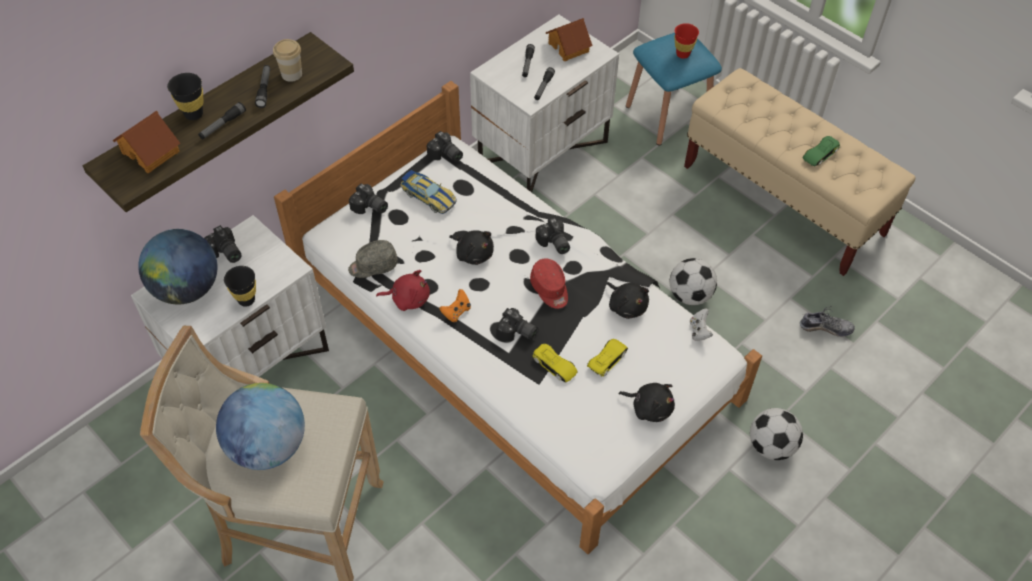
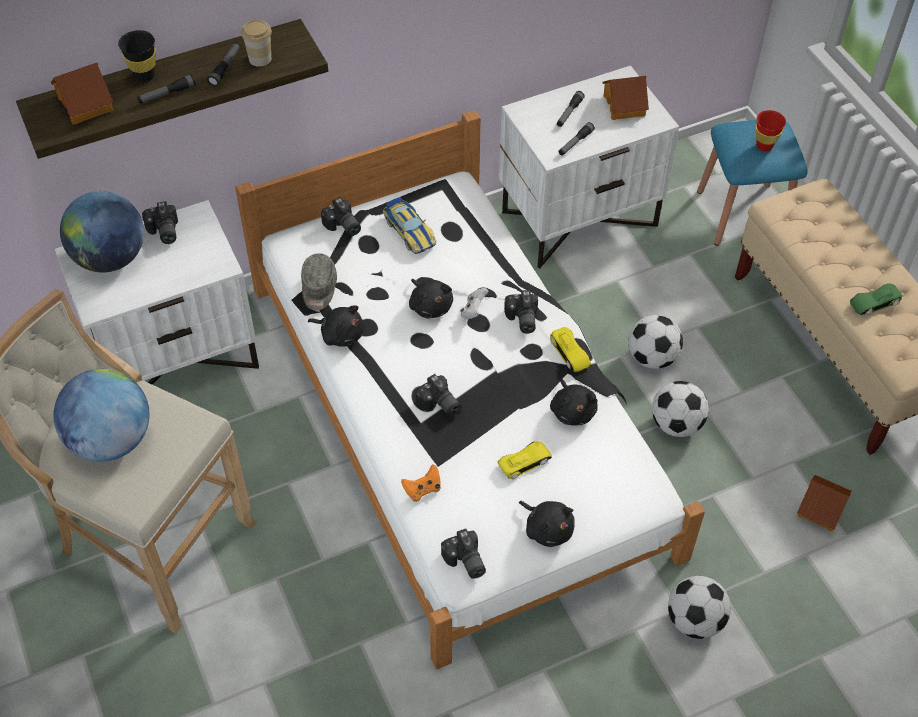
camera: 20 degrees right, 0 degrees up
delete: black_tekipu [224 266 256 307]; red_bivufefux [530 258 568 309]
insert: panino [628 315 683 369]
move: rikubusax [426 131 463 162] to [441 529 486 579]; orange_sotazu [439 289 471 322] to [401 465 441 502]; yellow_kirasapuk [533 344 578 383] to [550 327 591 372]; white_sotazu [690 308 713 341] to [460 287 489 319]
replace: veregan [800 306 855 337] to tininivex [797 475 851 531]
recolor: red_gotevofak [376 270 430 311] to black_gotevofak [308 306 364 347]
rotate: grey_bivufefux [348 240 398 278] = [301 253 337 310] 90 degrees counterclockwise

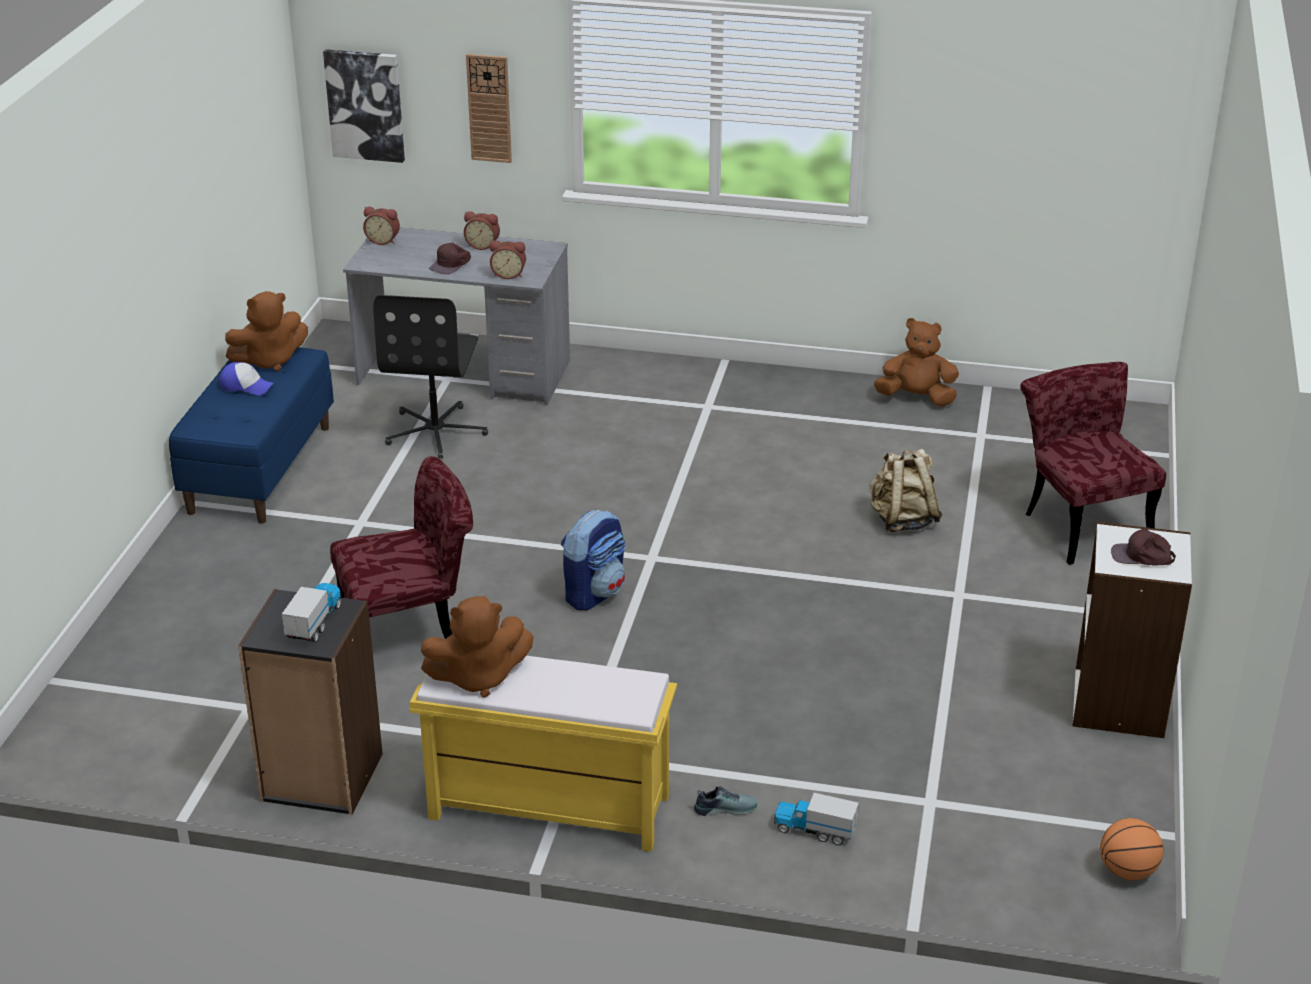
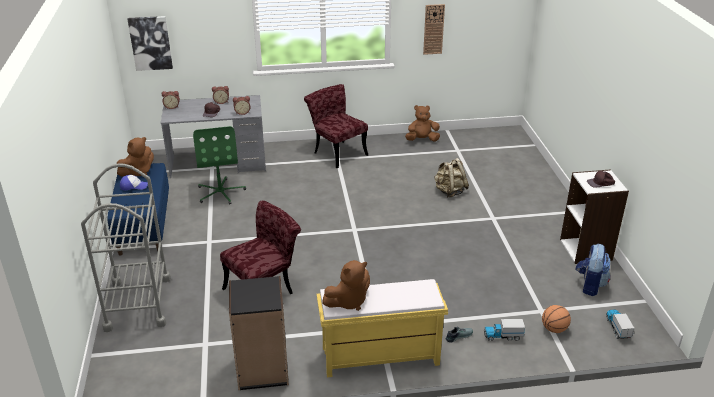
camera: 20 degrees left, 0 degrees up
insert: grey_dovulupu [81 163 171 332]
move: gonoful [282 583 341 642] to [606 310 635 339]; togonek [466 54 512 163] to [423 4 445 55]; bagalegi [561 510 626 610] to [575 244 610 296]; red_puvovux [1020 362 1166 565] to [304 84 368 168]; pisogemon [1100 818 1164 881] to [542 305 571 333]
recolor: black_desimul [373 295 488 459] to green_desimul [193 126 246 204]

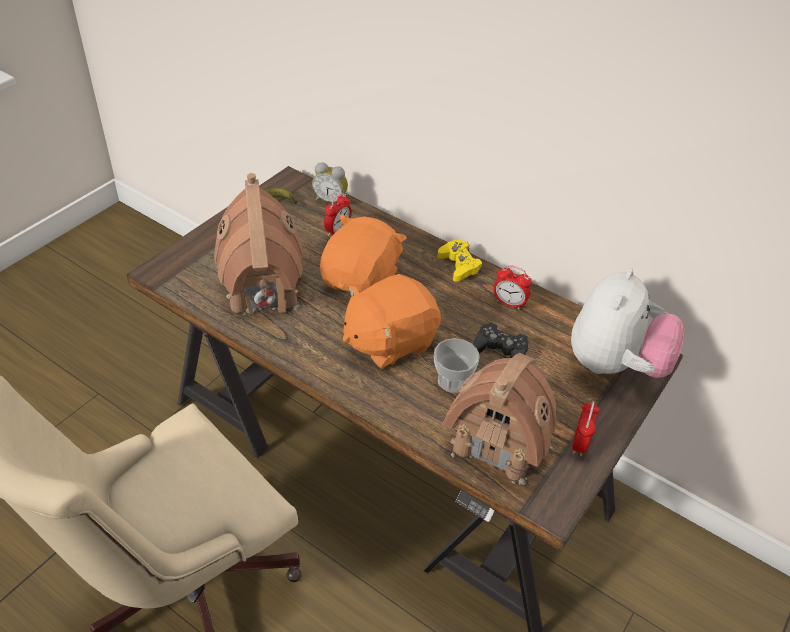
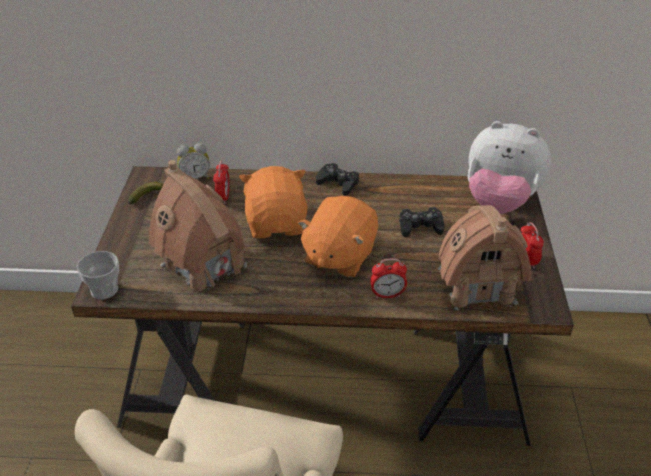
camera: 30 degrees left, 5 degrees down
move: tekipu [434 338 480 393] to [77 251 119 299]; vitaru [493 265 532 310] to [370 258 407 298]
recolor: yellow_sotazu [437 240 483 282] to black_sotazu [316 163 359 196]
rotate: gotevofak [571 268 684 378] = [468 121 551 214] 120 degrees clockwise

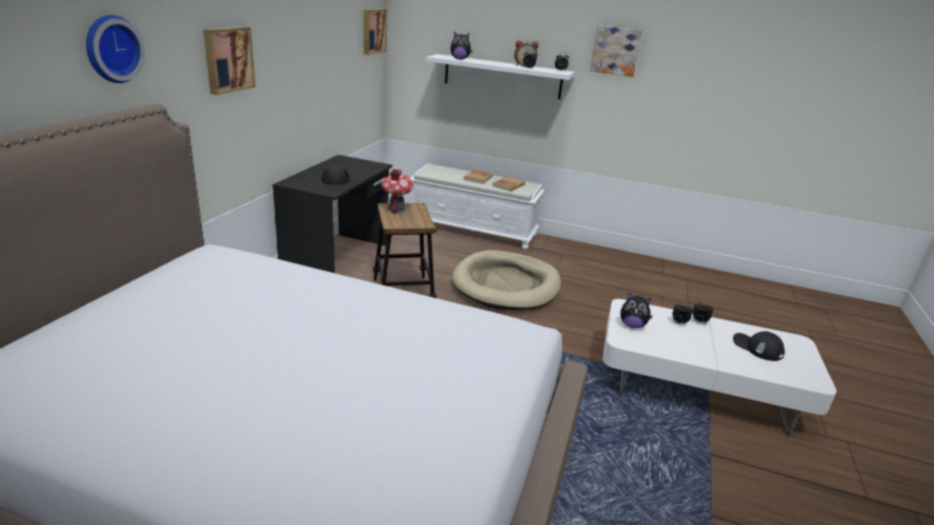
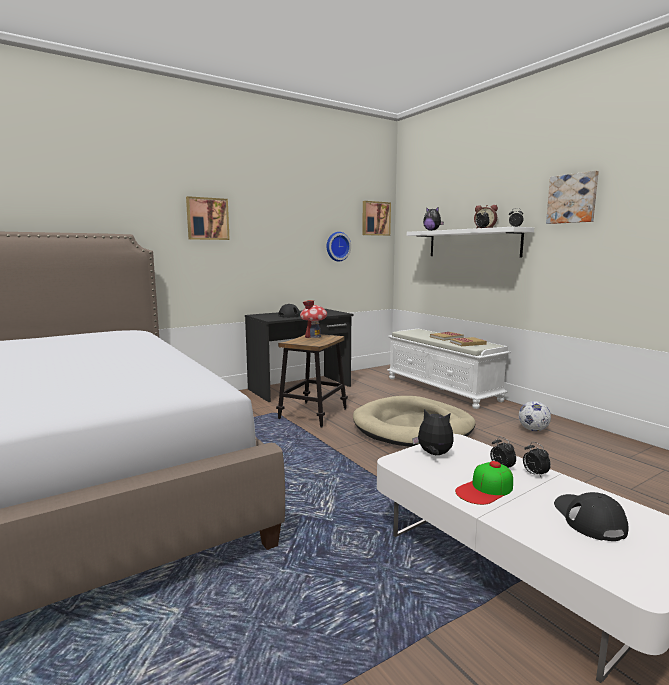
camera: 40 degrees right, 15 degrees down
insert: bivufefux [455 461 513 505]; panino [519 401 551 431]
move: togonek [86 15 145 83] to [327 232 351 261]
rotate: gotevofak [620 293 653 328] = [412 409 454 456] 150 degrees clockwise

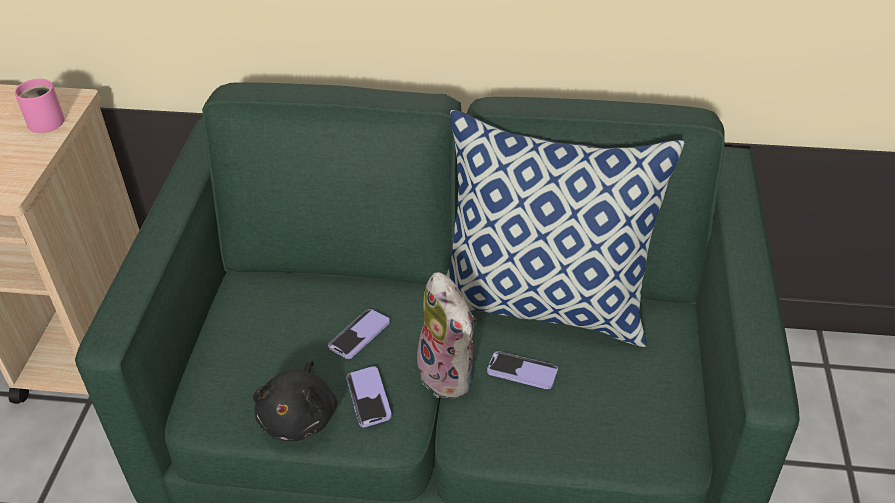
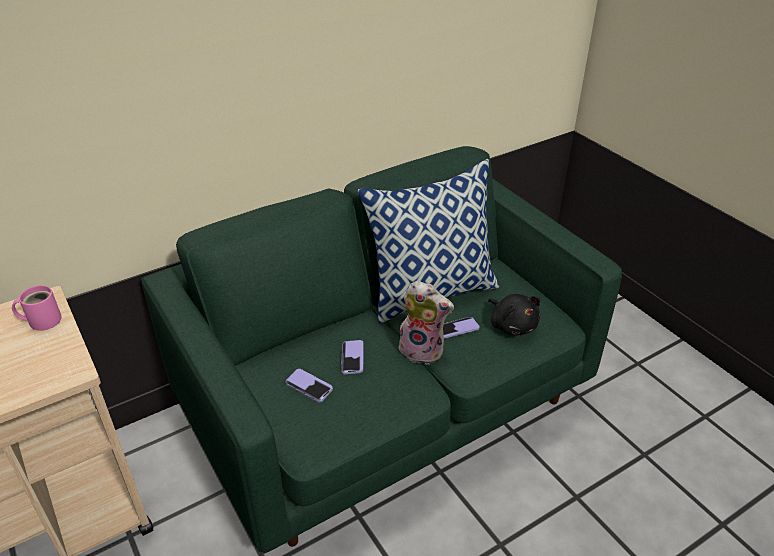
camera: 40 degrees left, 5 degrees down
move: black_gotevofak [253 361 337 441] to [488 294 540 336]; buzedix [346 366 392 427] to [286 369 333 403]

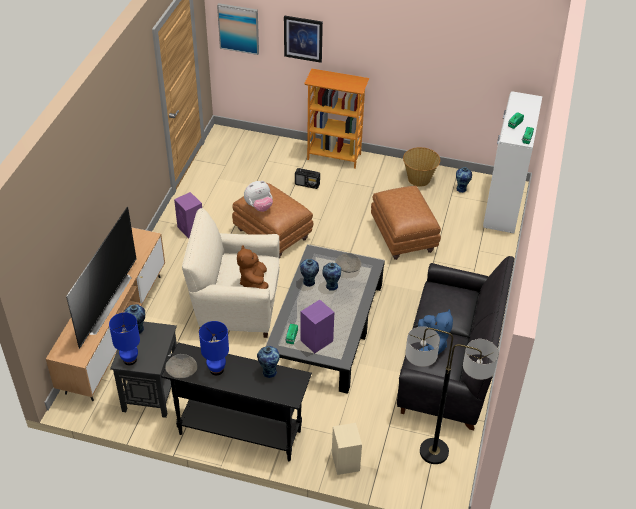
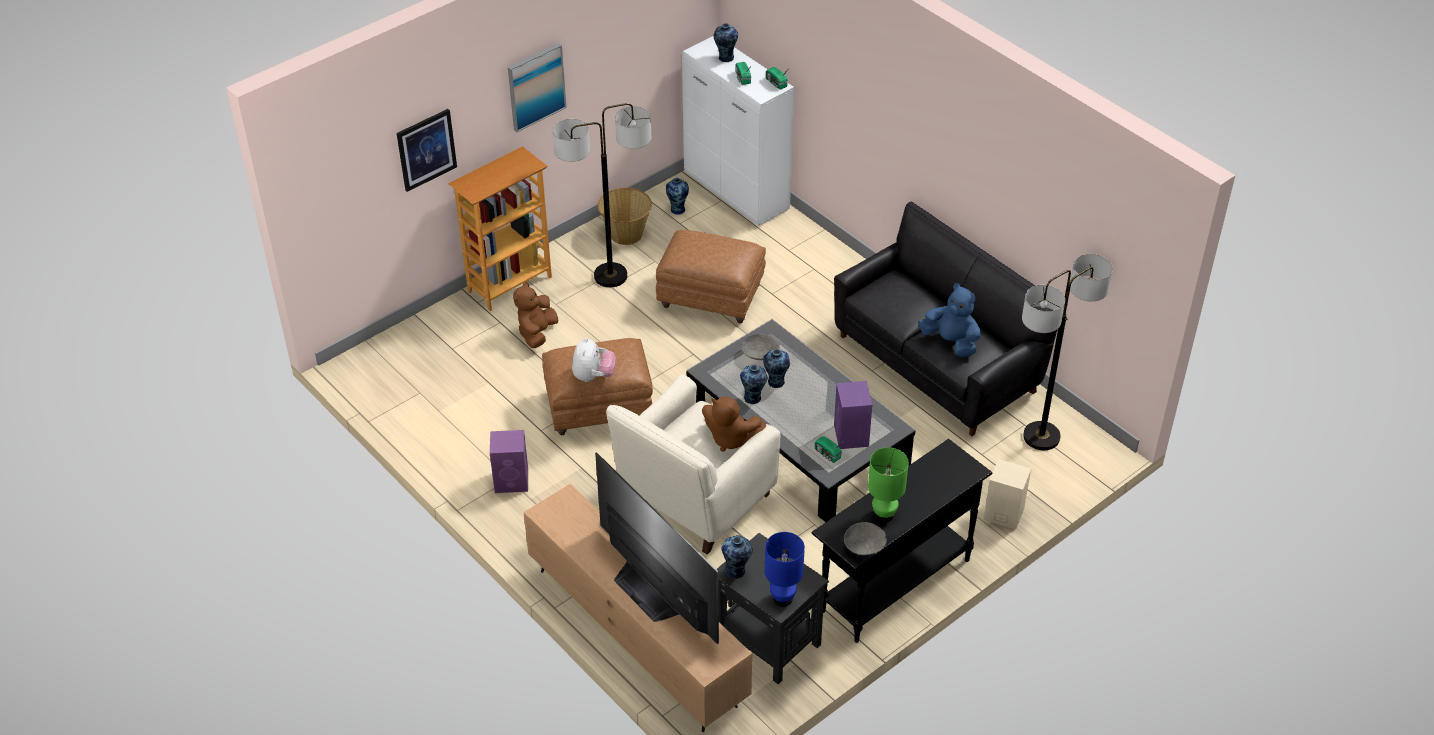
camera: 55 degrees left, 0 degrees up
insert: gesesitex [553 103 651 287]
move: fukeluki [217 3 259 55] to [508 43 567 132]; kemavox [257 346 280 378] to [714 23 738 62]
replace: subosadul [295 168 320 189] to brown_gotevofak [513 281 558 348]
recolor: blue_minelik [199 321 229 375] to green_minelik [868 447 909 522]

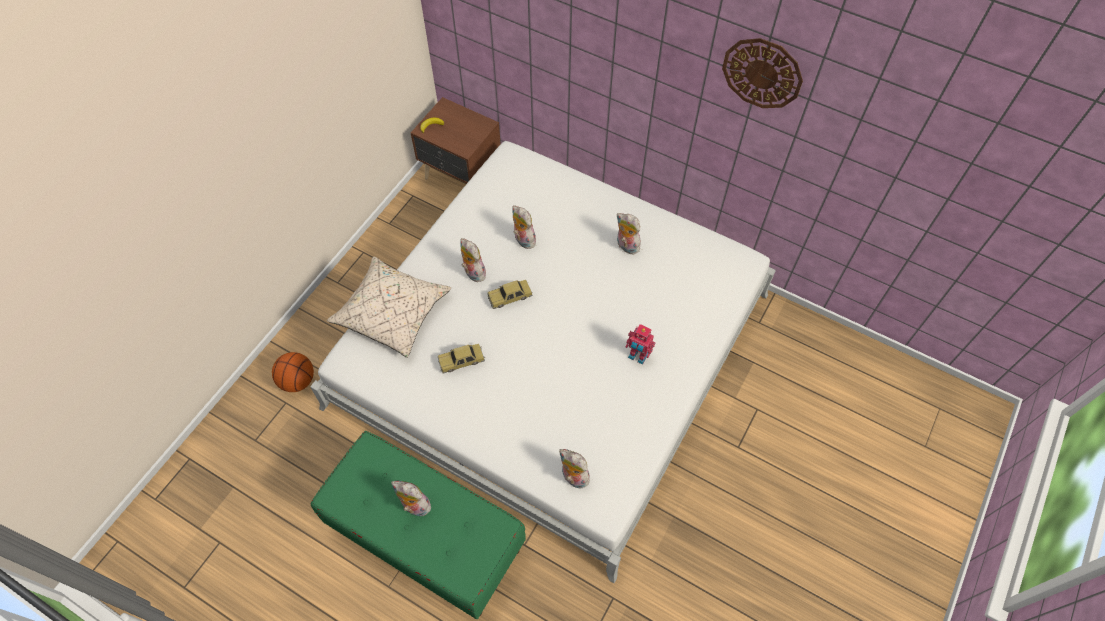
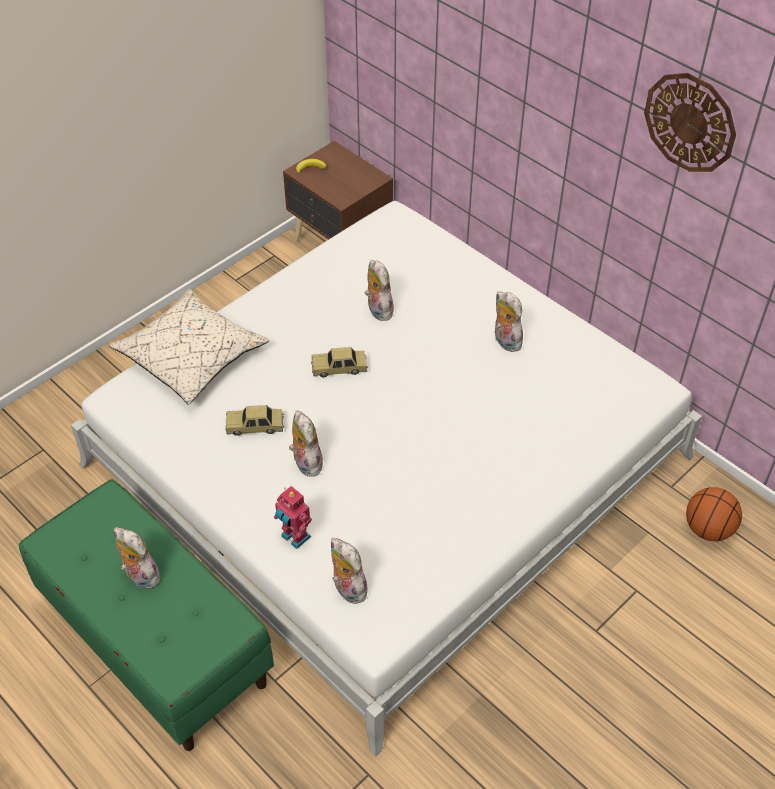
camera: 15 degrees right, 10 degrees down
move: pisogemon [272 352 314 392] to [686 487 742 541]; gotevofak [460 238 486 282] to [289 410 323 477]; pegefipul [625 324 655 365] to [274 486 312 549]

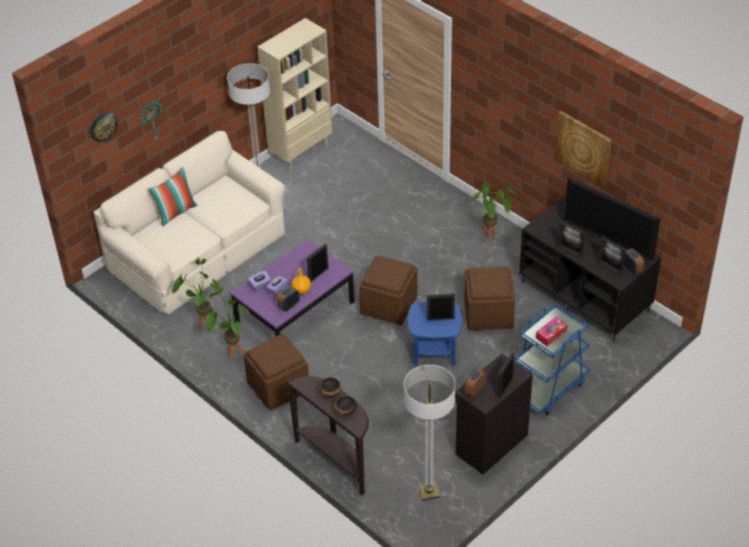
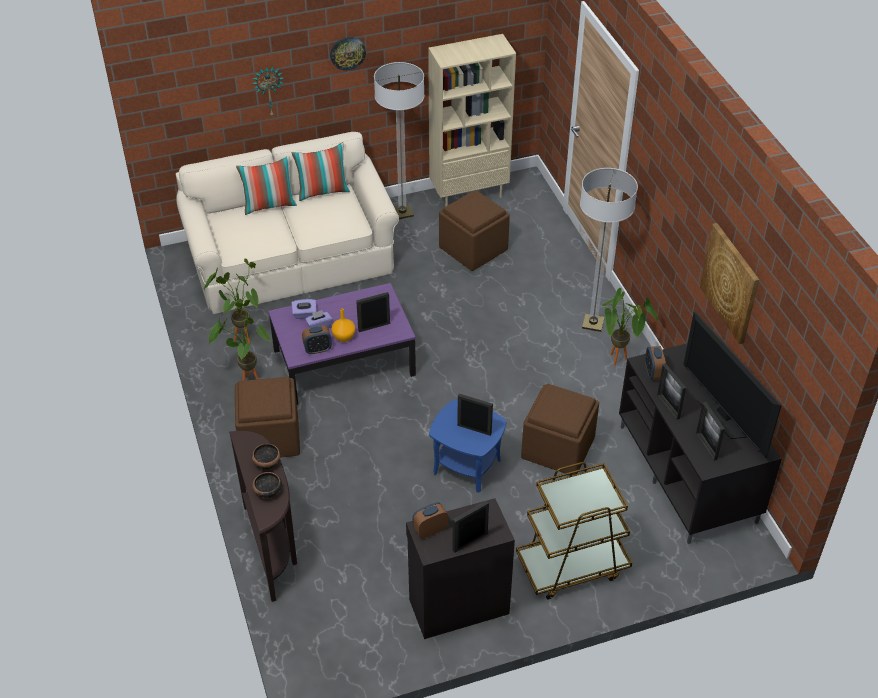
camera: 25 degrees right, 0 degrees up
delete: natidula [536 317 567 346]
insert: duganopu [292 142 350 201]
move: togonek [90 113 118 142] to [330 37 366 71]; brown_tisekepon [359 255 417 325] to [439 190 510 271]; gesesitex [404 365 456 500] to [580 168 638 332]; vitaru [623 248 644 275] to [645 346 666 380]
recolor: blue_dovulupu [515 303 590 416] to brown_dovulupu [516 462 632 600]

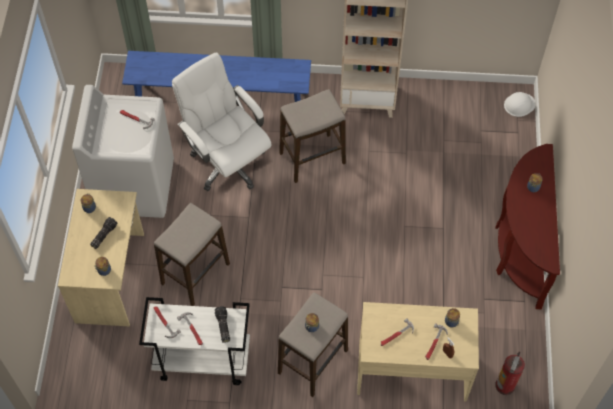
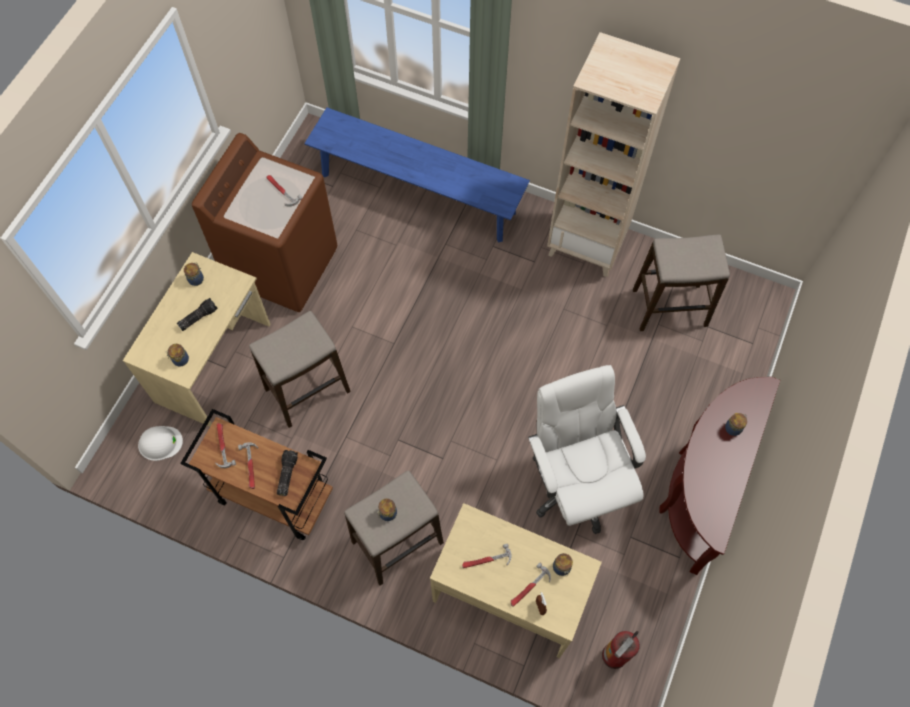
camera: 20 degrees right, 5 degrees up
move: white_desimul [172 52 272 191] to [528 365 646 534]; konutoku [279 89 346 183] to [633 235 730 331]; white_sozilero [504 92 535 117] to [138 426 183 461]
recolor: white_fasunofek [72 85 174 218] to brown_fasunofek [192 133 337 312]; white_dovulupu [139 297 250 385] to brown_dovulupu [180 409 333 540]

